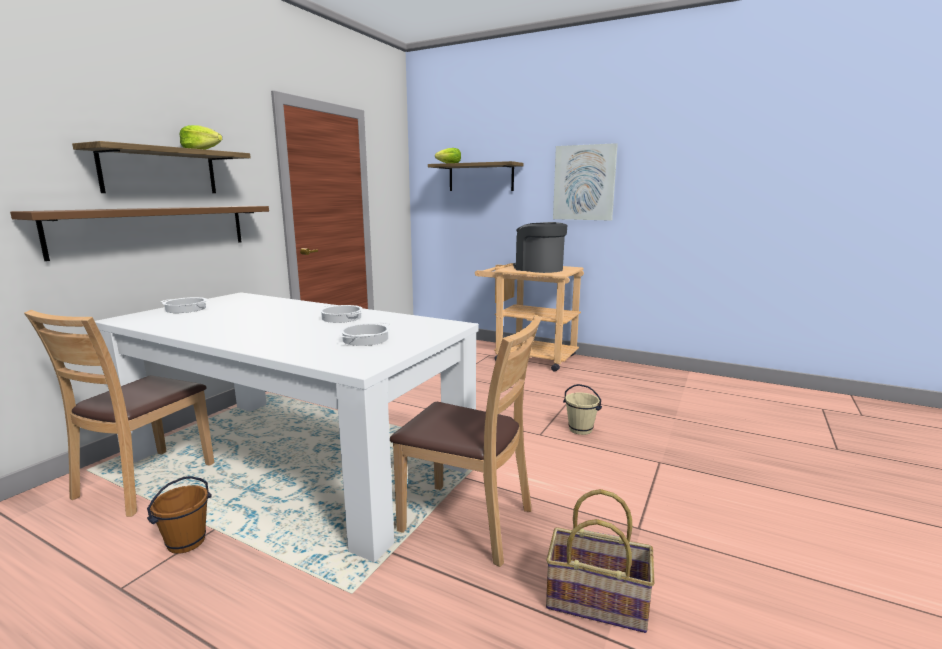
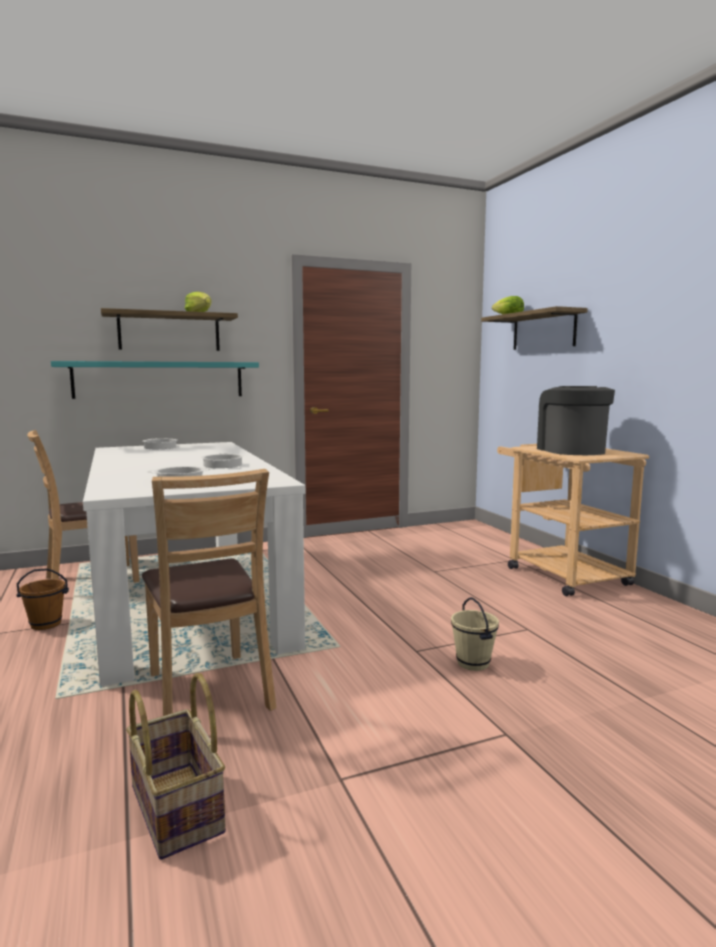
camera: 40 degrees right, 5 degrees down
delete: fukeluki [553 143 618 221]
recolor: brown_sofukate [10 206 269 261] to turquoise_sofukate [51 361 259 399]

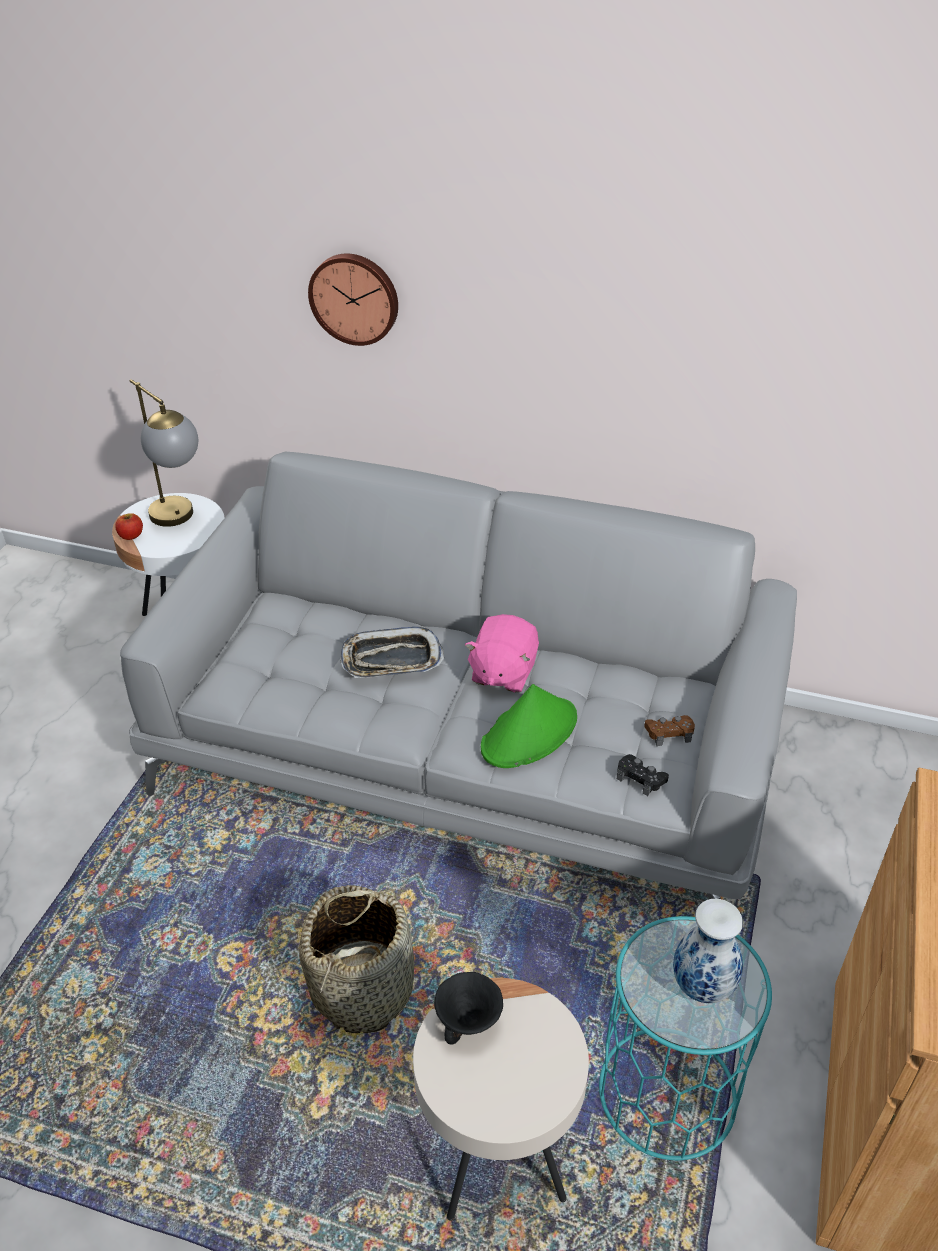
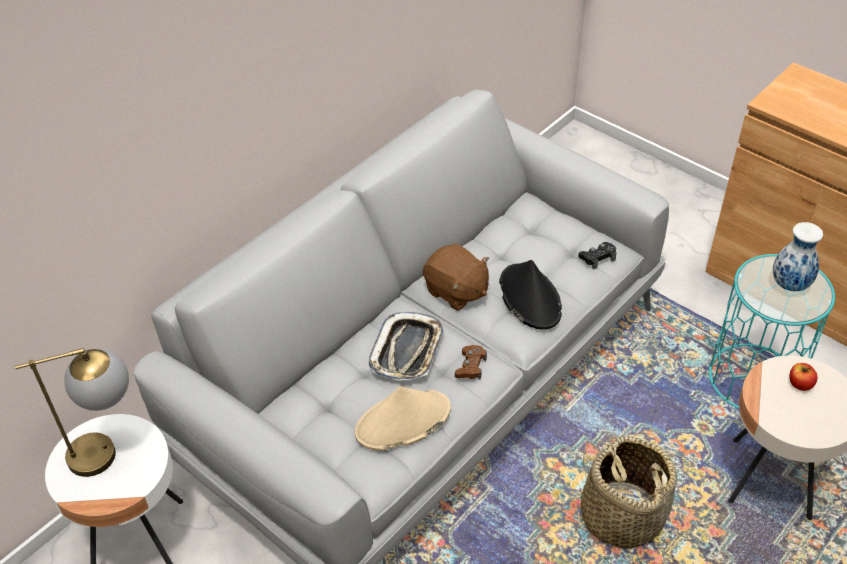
camera: 65 degrees left, 5 degrees up
delete: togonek [308 254 398 346]; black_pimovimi [434 972 503 1044]
insert: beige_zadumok [355 387 451 451]
move: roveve [115 513 143 540] to [789 363 818 391]; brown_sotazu [644 715 695 746] to [455 345 487 379]
recolor: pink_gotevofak [465 614 539 693] to brown_gotevofak [423 244 489 311]; green_zadumok [481 684 577 768] to black_zadumok [499 260 562 330]

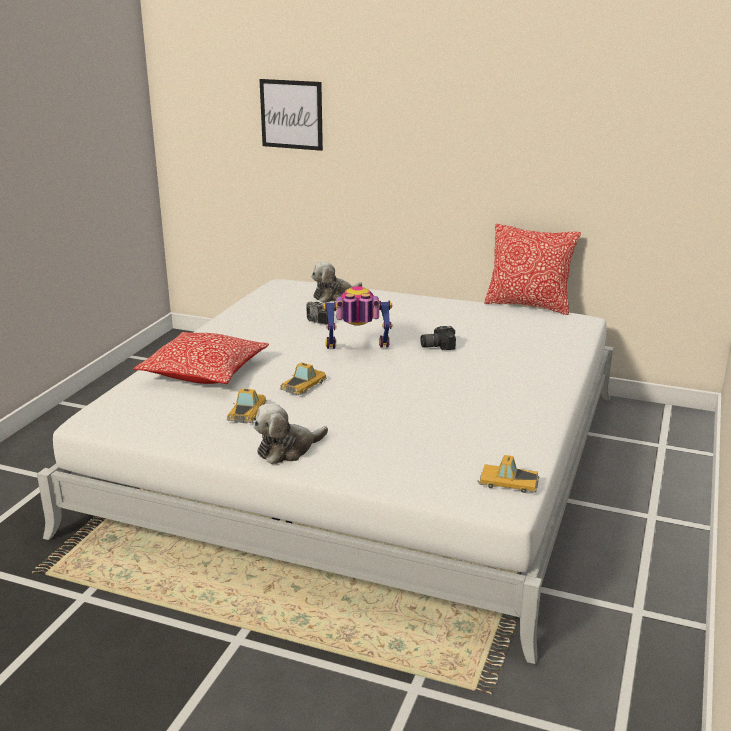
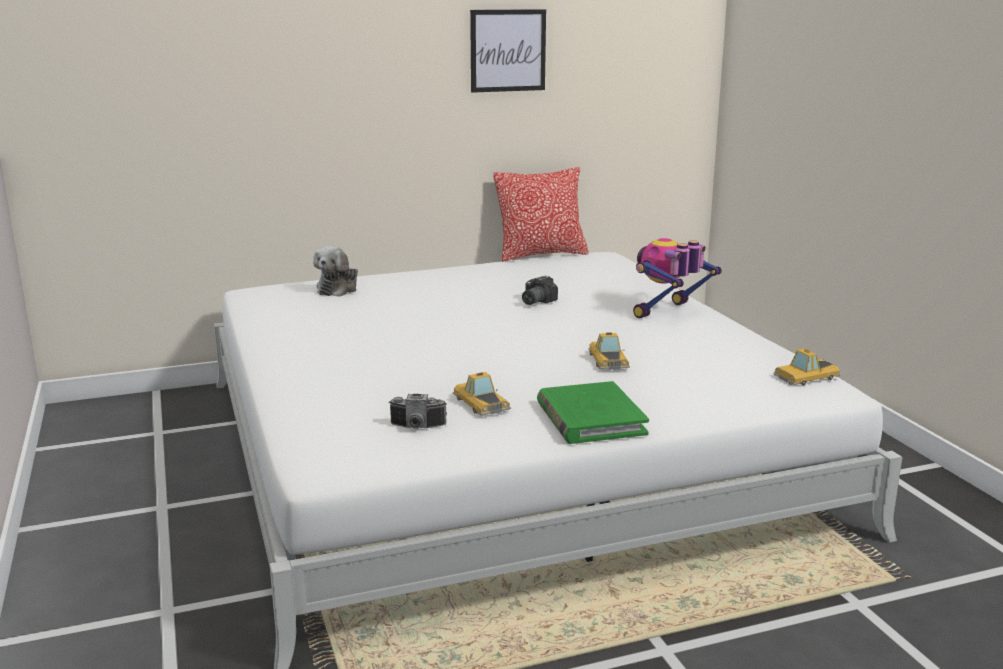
camera: 40 degrees left, 5 degrees down
delete: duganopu [134 332 269 384]
move: fukeluki [260 79 323 151] to [470 9 546 93]; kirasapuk [280 362 327 395] to [588 332 630 370]; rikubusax [306 302 329 325] to [389 394 447 429]; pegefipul [323 286 392 349] to [633 238 722 318]
replace: gotevofak [253 403 328 464] to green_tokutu [537 381 649 444]

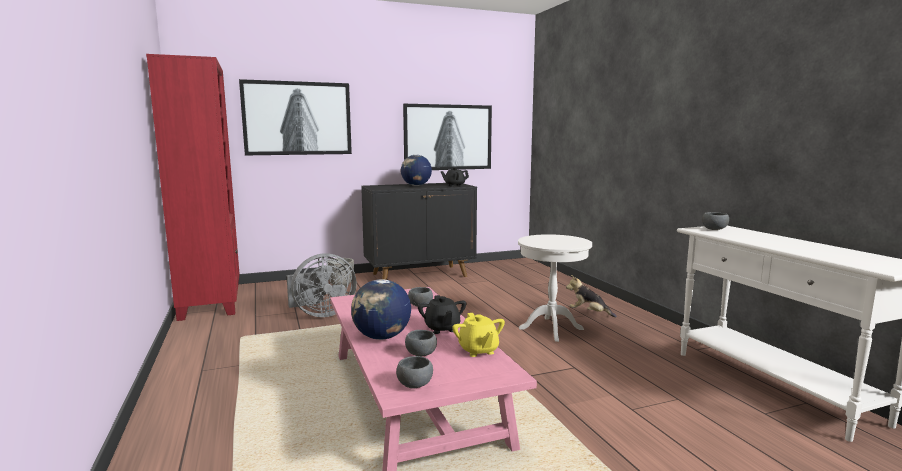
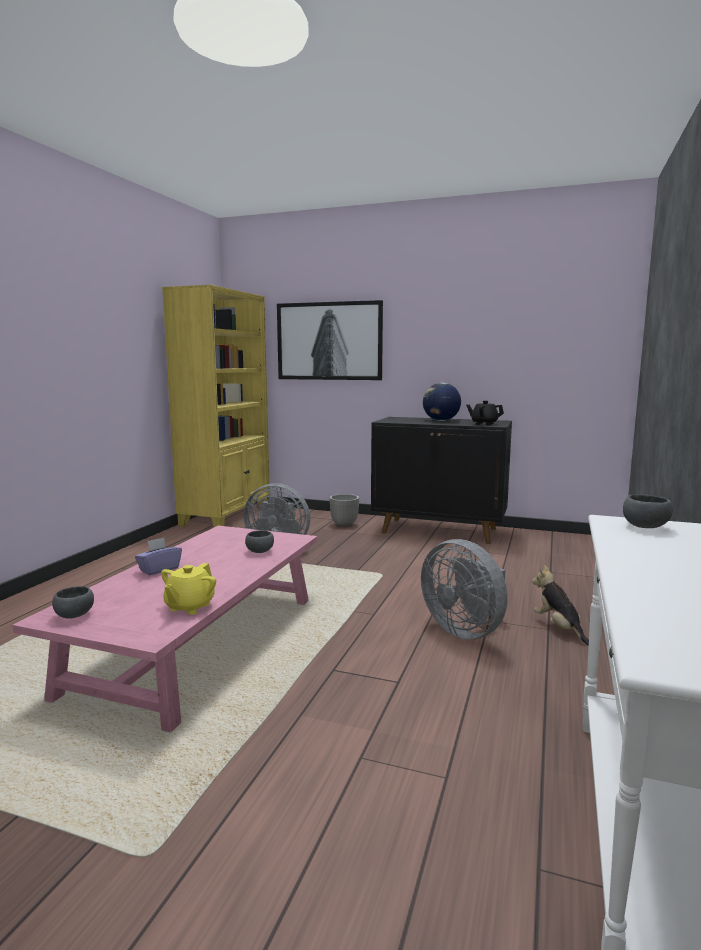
camera: 40 degrees right, 0 degrees up
delete: fukeluki [403 104 492 170]; grey_pimovimi [405 330 437 357]; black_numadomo [418 295 466 334]
replace: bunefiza [351 279 411 340] to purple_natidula [135 538 182 575]; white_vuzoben [518 234 592 342] to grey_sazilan [421 539 508 639]
recolor: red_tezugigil [146 54 240 321] to yellow_tezugigil [162 285 270 527]

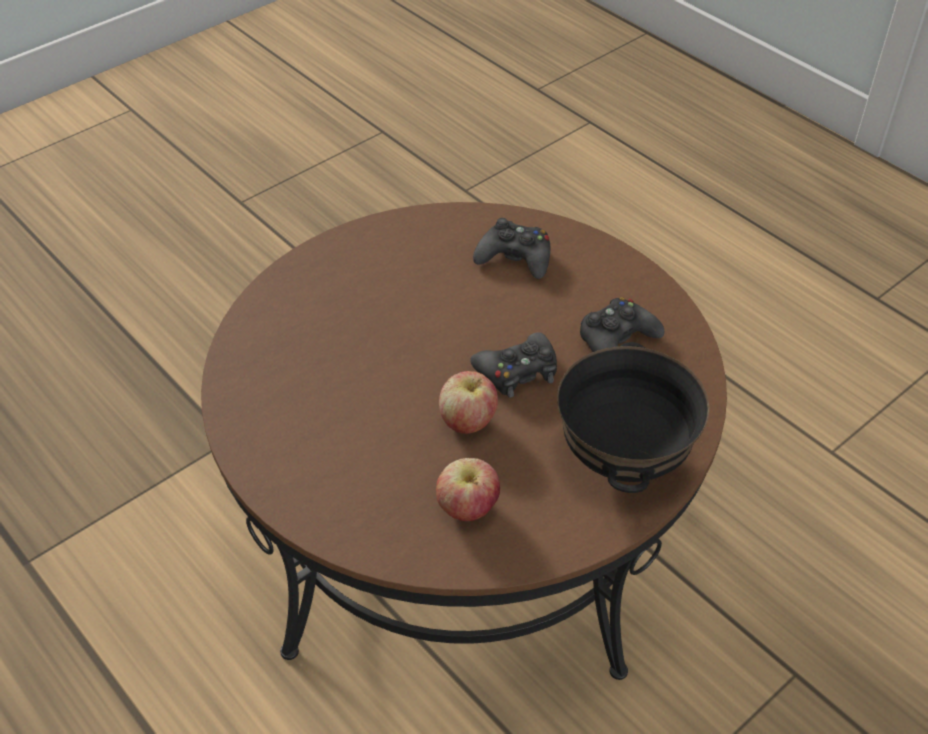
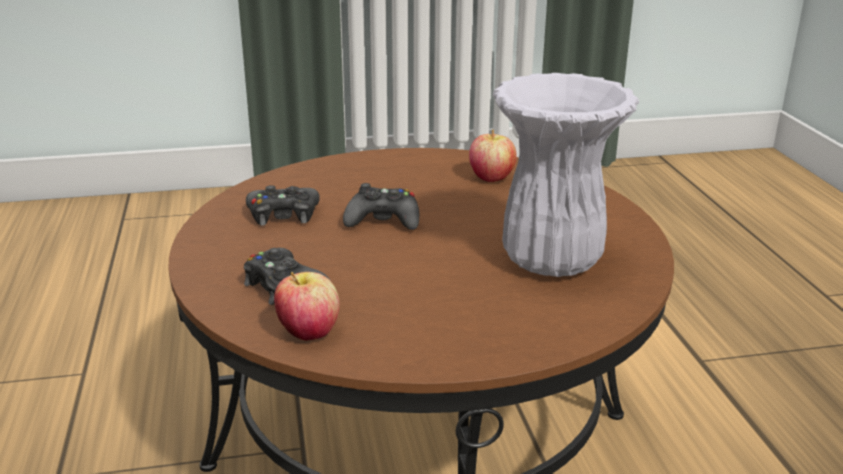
camera: 150 degrees left, 20 degrees down
delete: black_pimovimi [557 342 709 493]
insert: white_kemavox [493 73 639 277]
move: roveve [439 371 498 434] to [274 272 340 341]

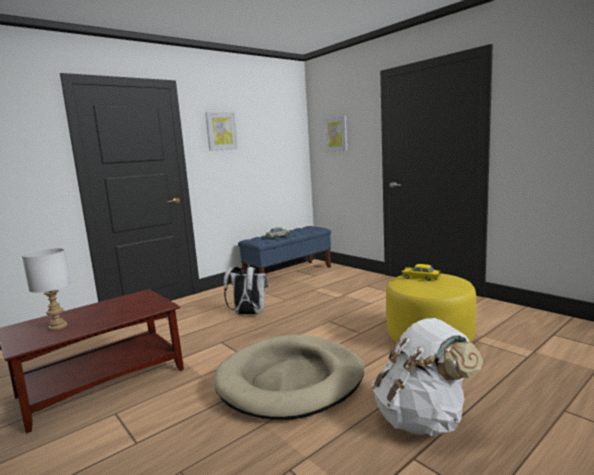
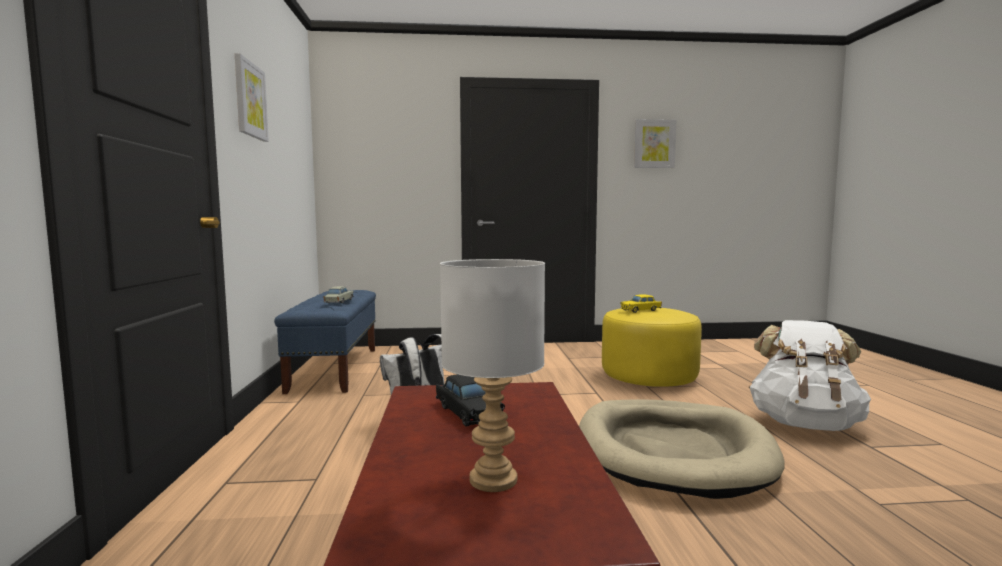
camera: 55 degrees left, 5 degrees down
insert: black_kirasapuk [436 374 505 427]
move: fukeluki [324 116 347 152] to [634 119 676 168]

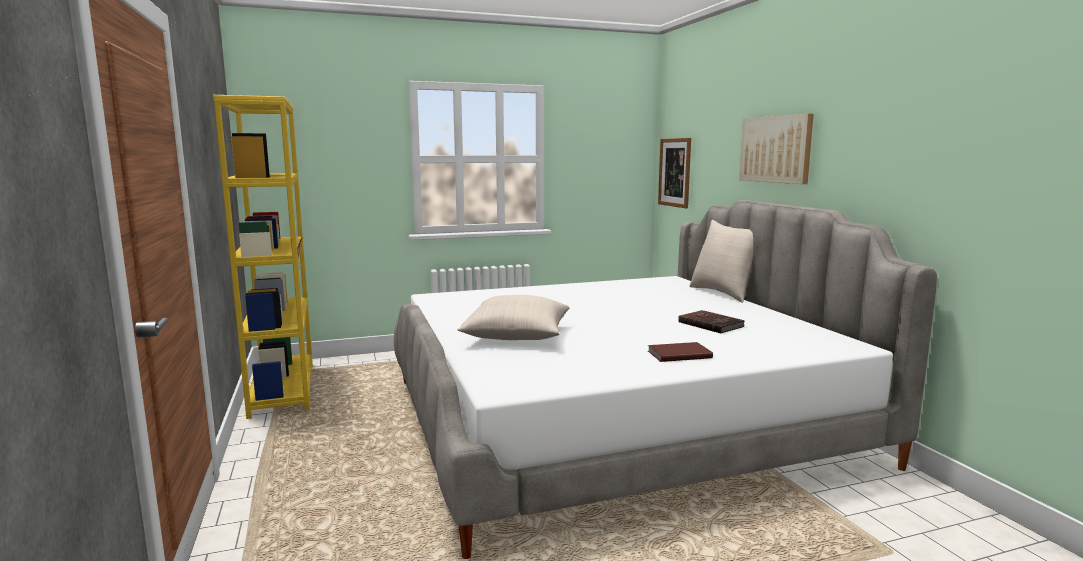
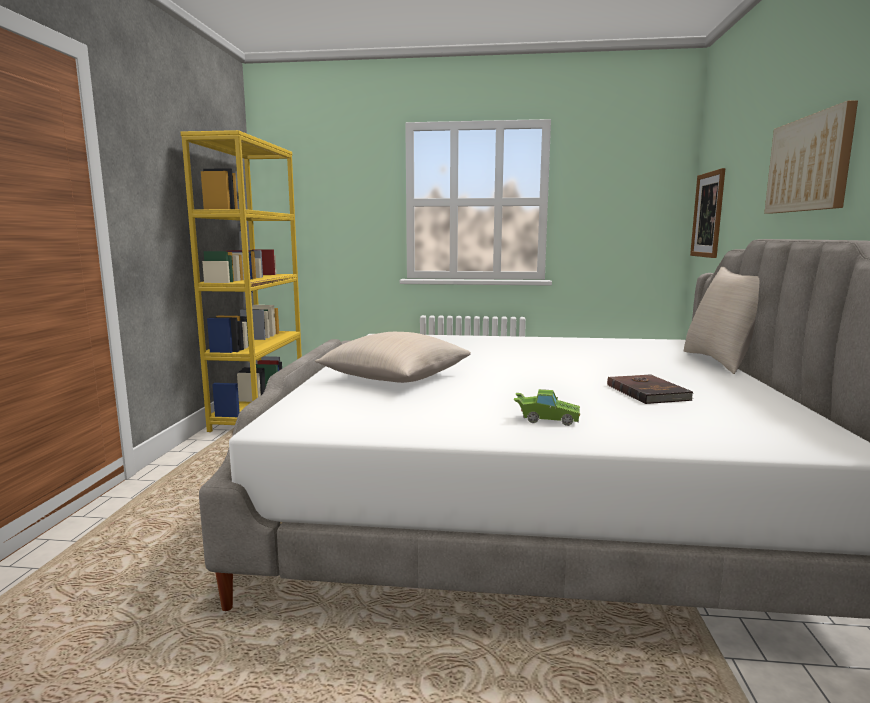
camera: 25 degrees right, 0 degrees up
replace: brown_tokutu [648 342 713 362] to green_kirasapuk [514 389 580 426]

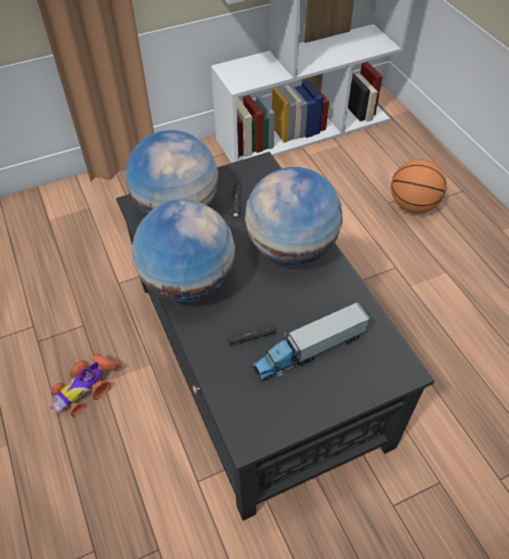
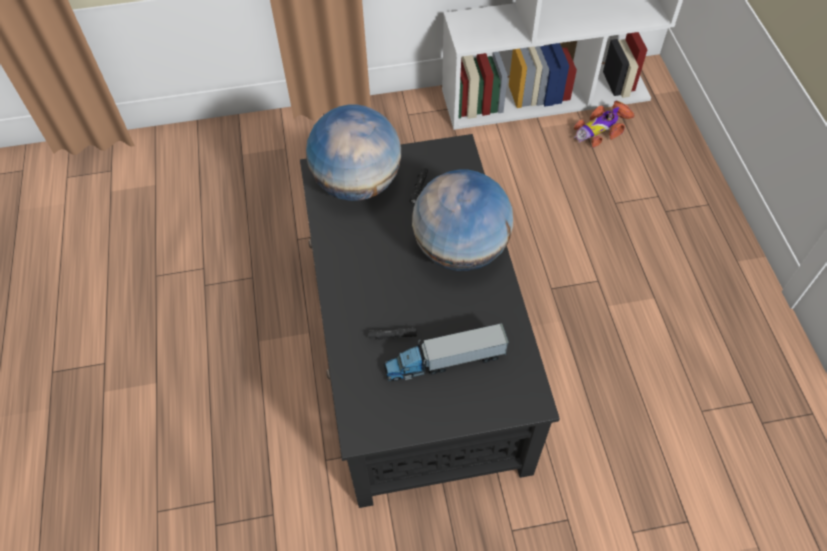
camera: 15 degrees right, 5 degrees up
delete: bunefiza [132 199 235 302]; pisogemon [391 159 447 213]
move: kirasapuk [50 353 122 416] to [574 100 635 148]

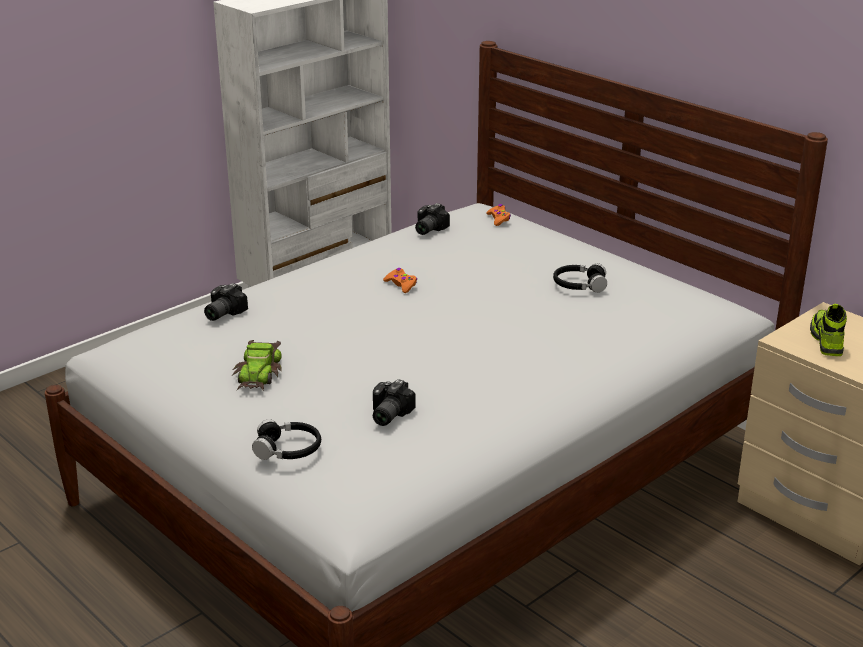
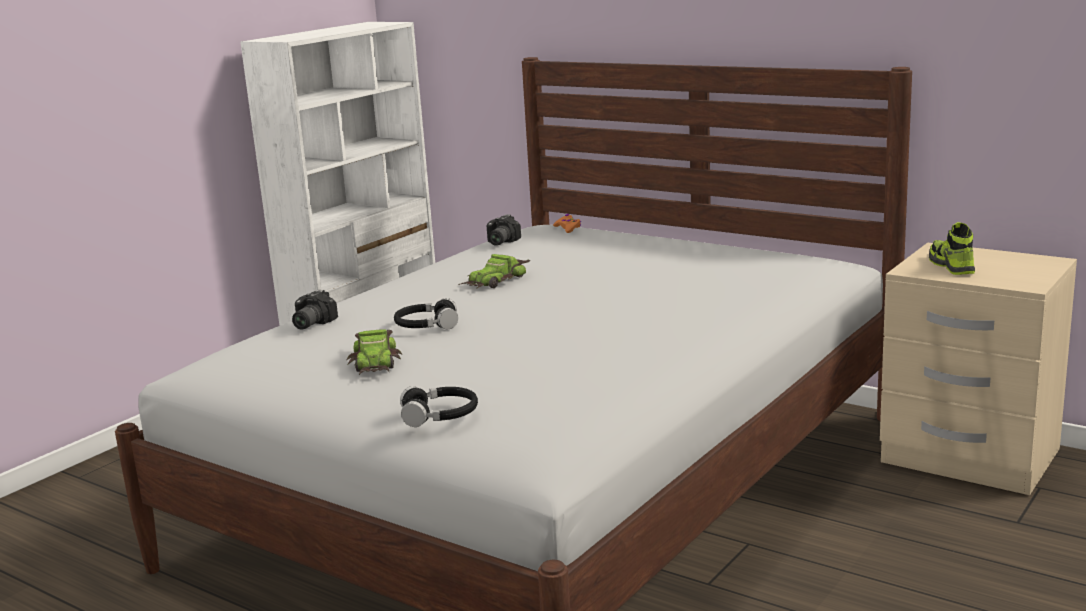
camera: 10 degrees left, 10 degrees down
delete: rikubusax [373 379 416 426]
move: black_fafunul [553 263 607 293] to [394 298 458 329]
replace: orange_sotazu [383 268 417 293] to kirasapuk [458 254 530 289]

